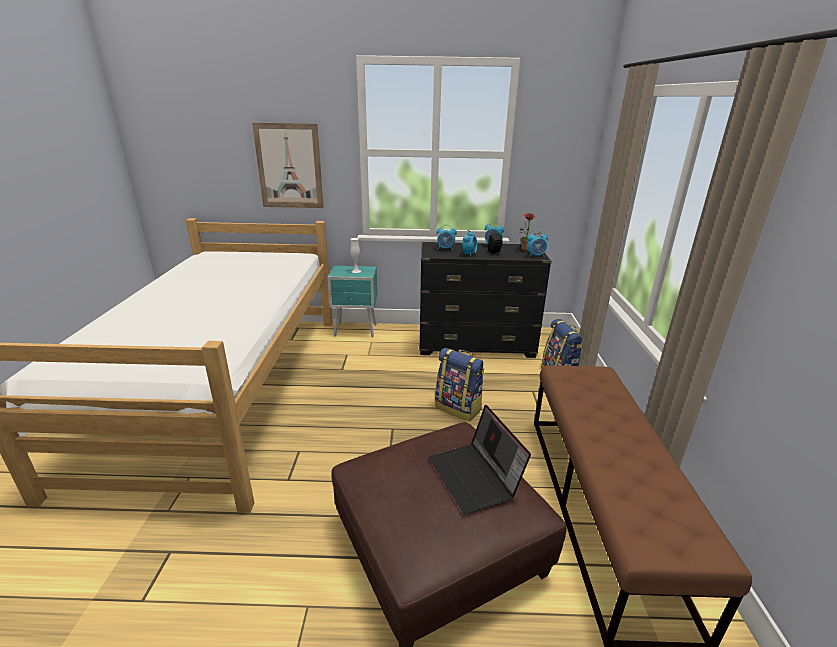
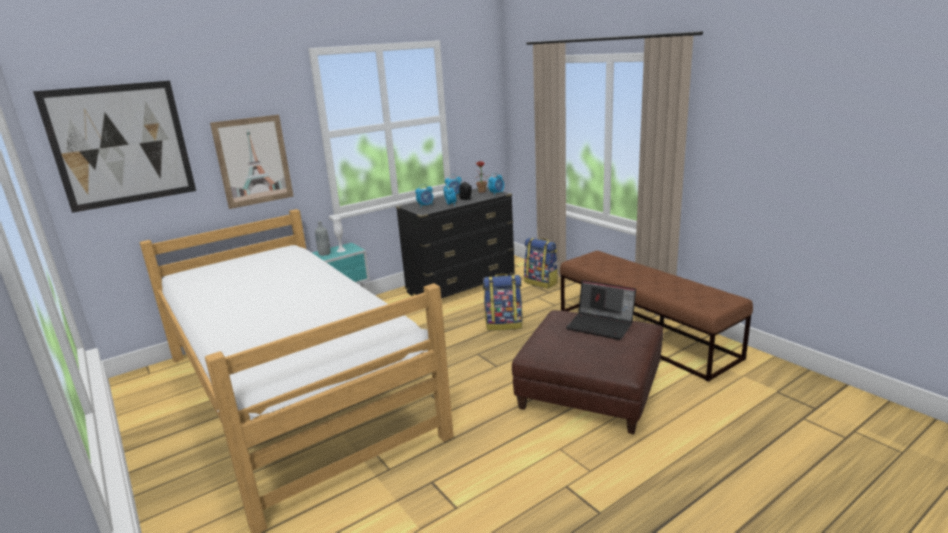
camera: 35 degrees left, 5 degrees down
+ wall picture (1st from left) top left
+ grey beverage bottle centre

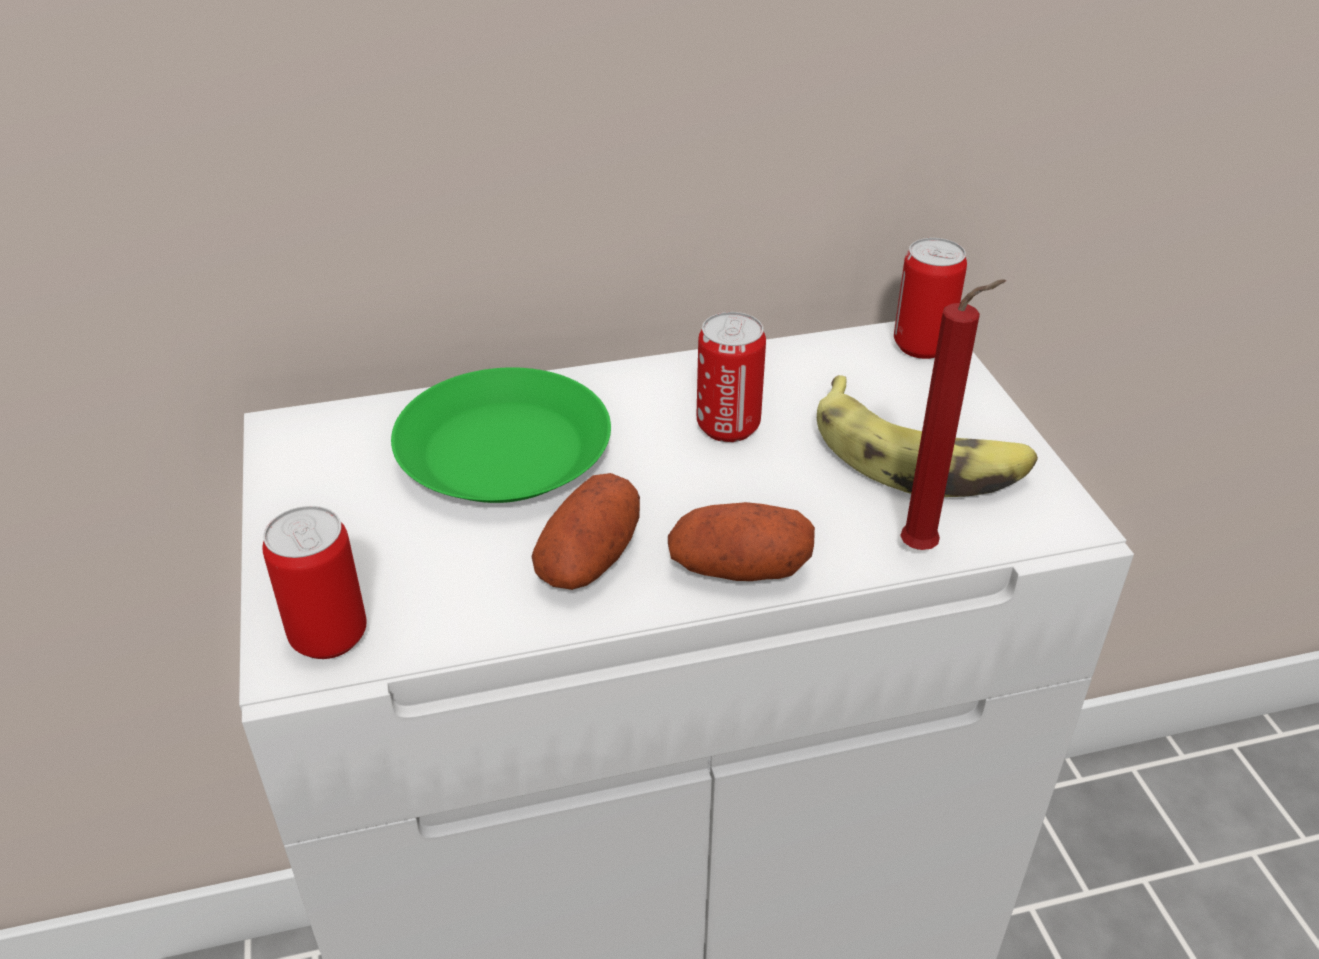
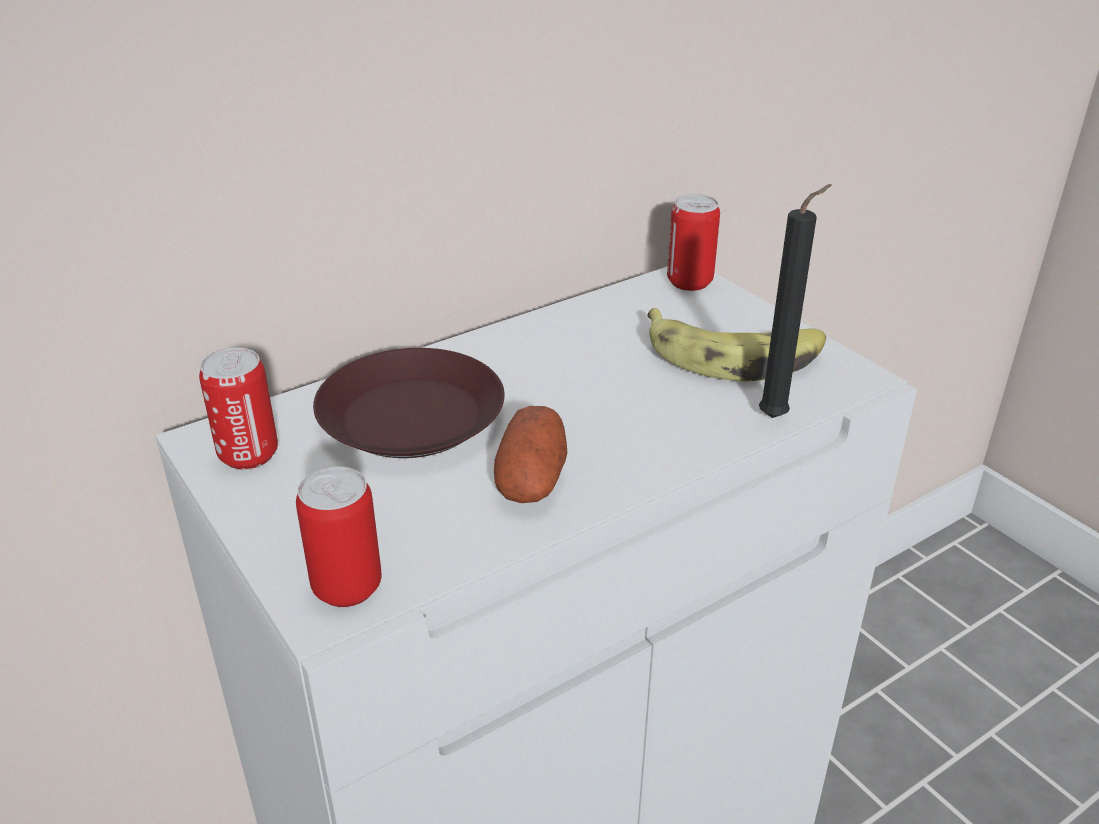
camera: 20 degrees left, 5 degrees down
- potato (2nd from left) centre
~ can (2nd from left in the first image) centre to can (1st from left) middle left
~ green-coloured plate centre to brown-coloured plate centre
~ reddish wax candle middle right to blackish wax candle middle right

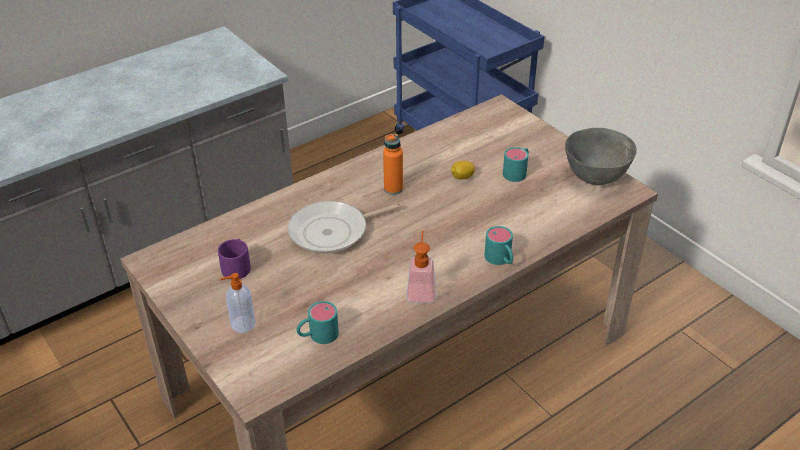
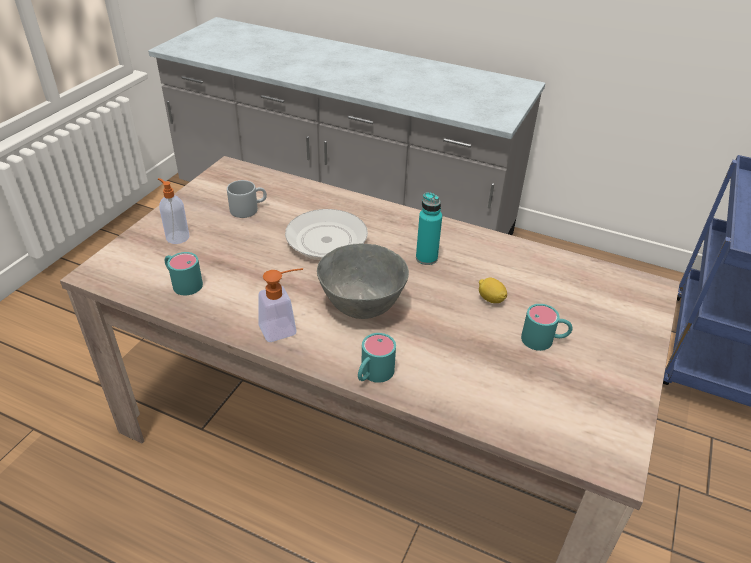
camera: 60 degrees right, 0 degrees up
~ grey serving bowl middle right to centre
~ purplish coffee mug middle left to grey coffee mug middle left
~ orange beverage bottle centre to blue-green beverage bottle centre

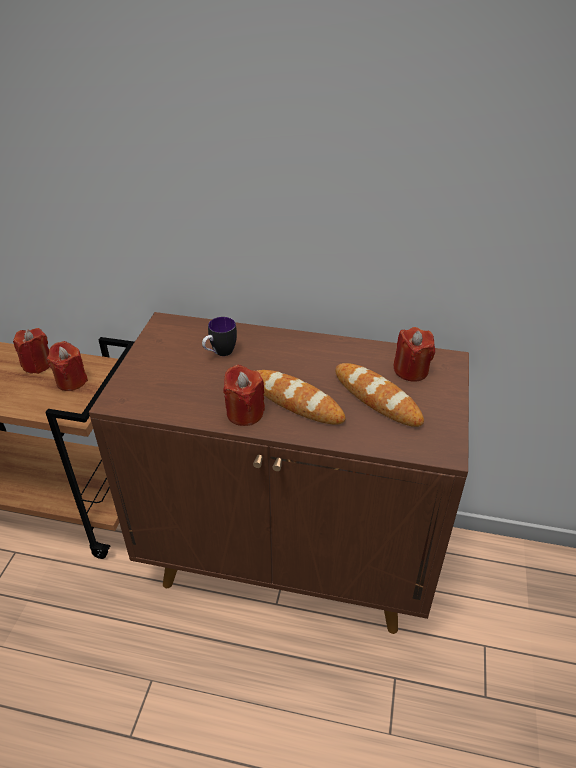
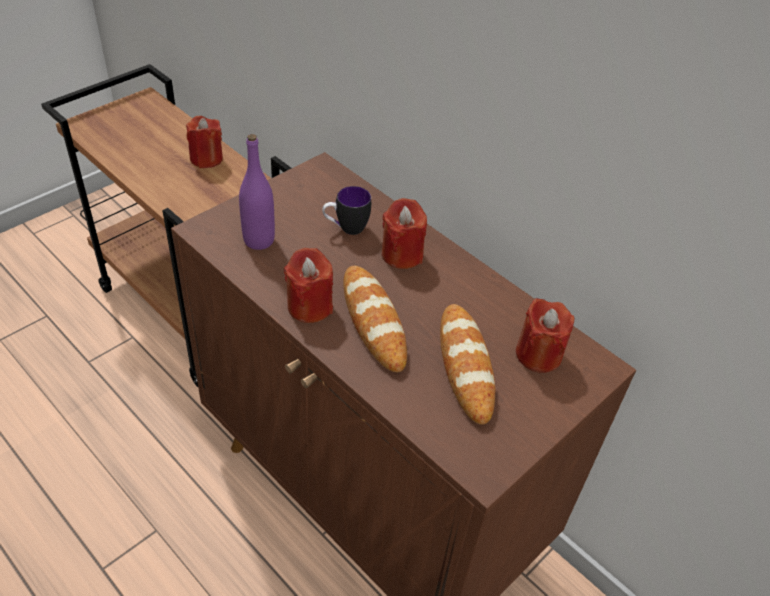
camera: 30 degrees right, 5 degrees up
+ purplish beverage bottle top centre
~ reddish wax candle (2nd from left in the first image) middle left to reddish wax candle (3rd from left) centre

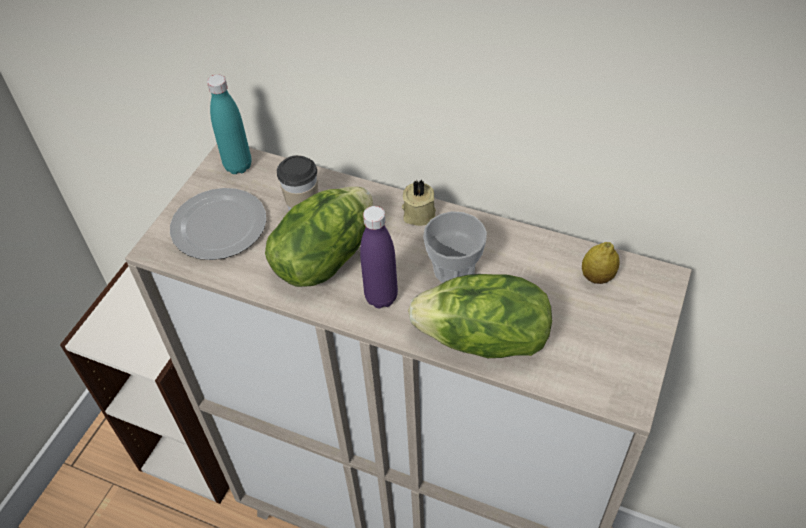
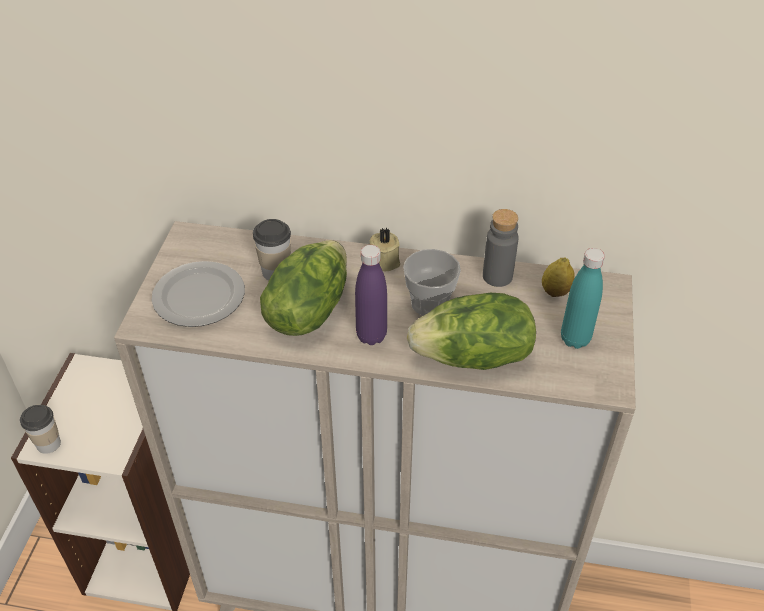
camera: 15 degrees left, 5 degrees down
+ cup (1st from left) bottom left
+ grey beverage bottle centre
~ blue-green beverage bottle top left to middle right

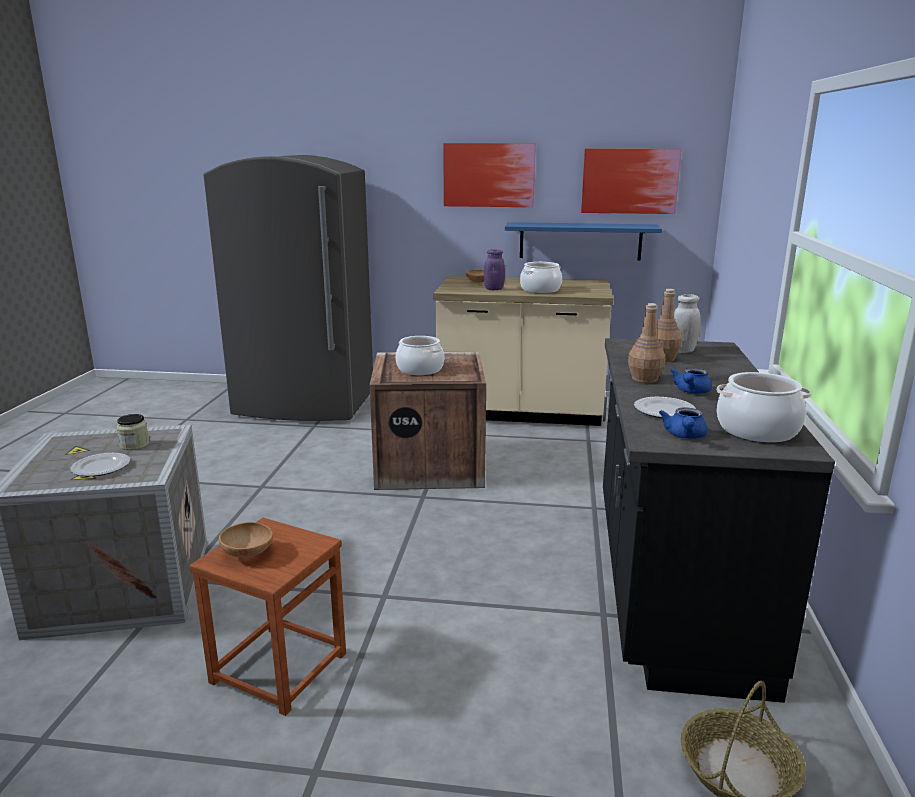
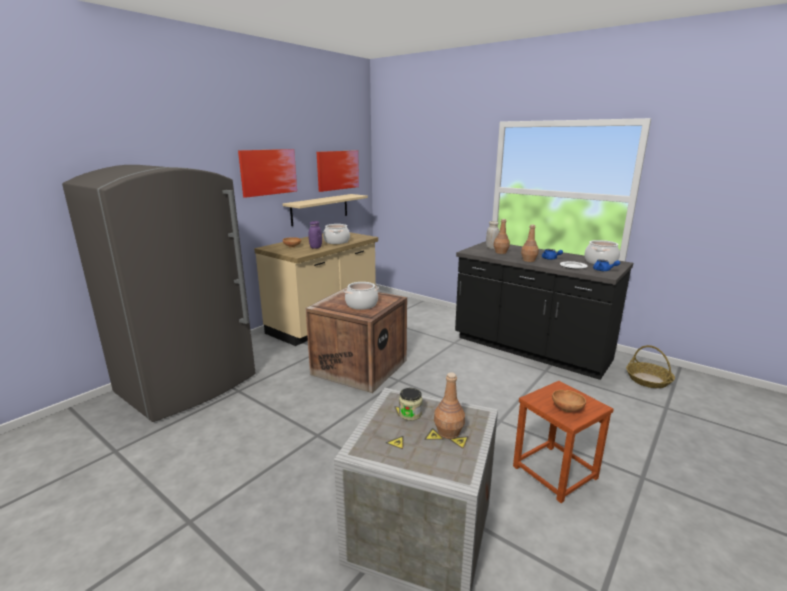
camera: 60 degrees left, 0 degrees up
~ plate (1st from left) middle left to brown-coloured beverage bottle (1st from left) bottom centre
~ bluish wall shelf top centre to beige wall shelf centre

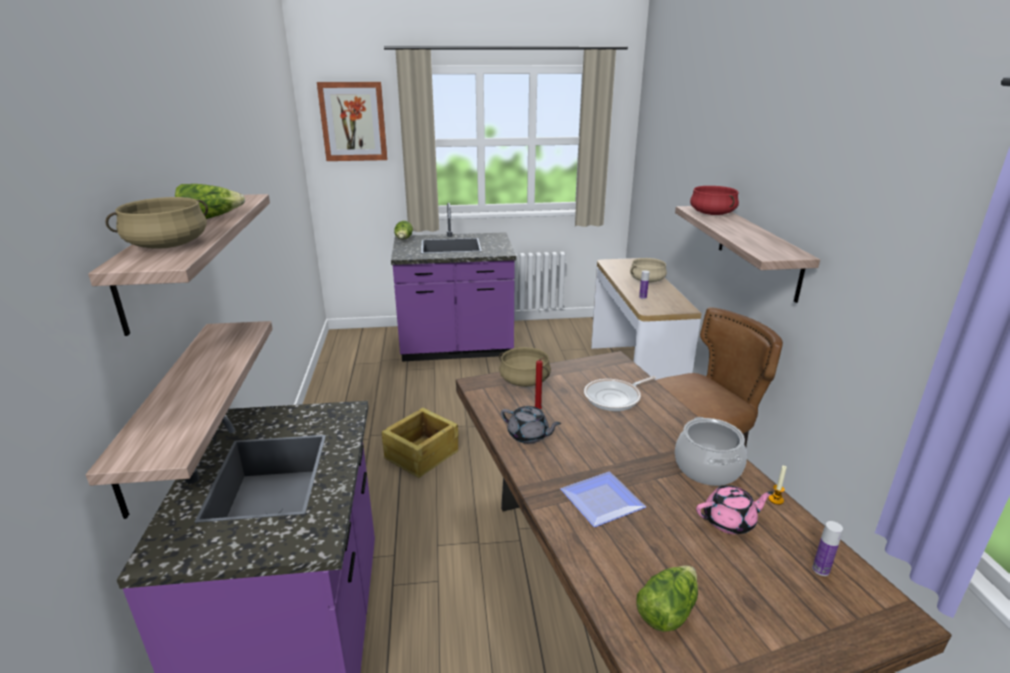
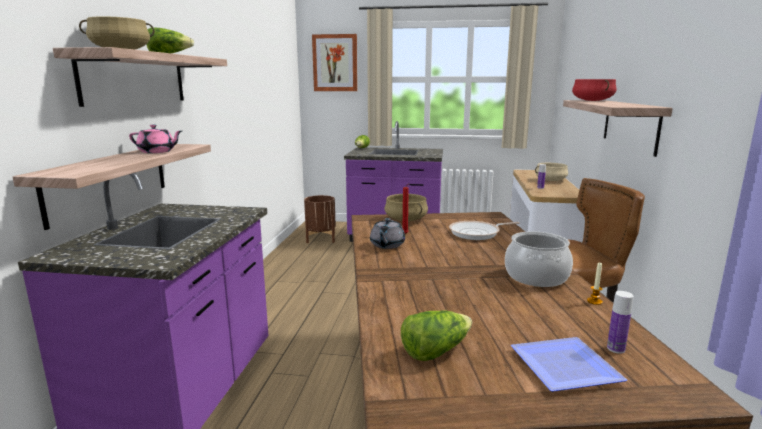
camera: 15 degrees right, 10 degrees down
- shipping crate centre
+ brown-coloured plant pot centre
~ plate bottom centre to bottom right
~ pink pot for tea bottom right to top left
~ grey pot for tea centre = centre 60 degrees clockwise

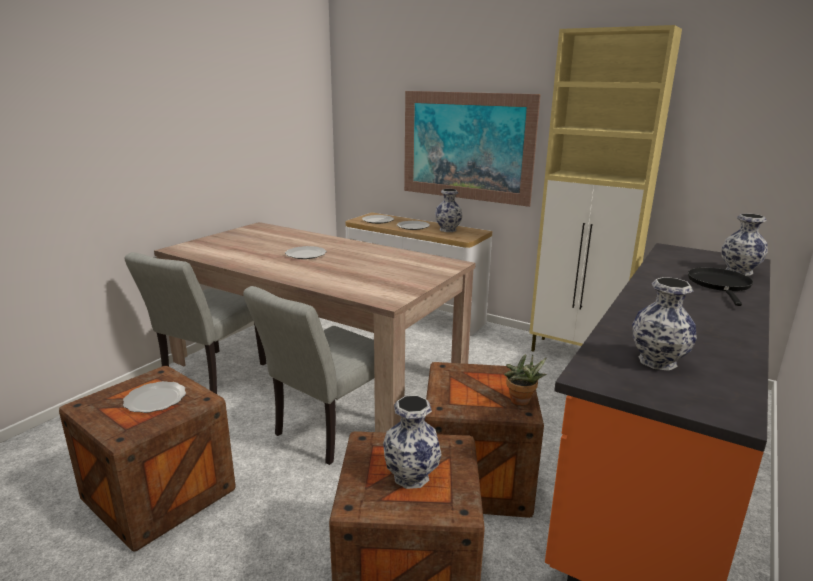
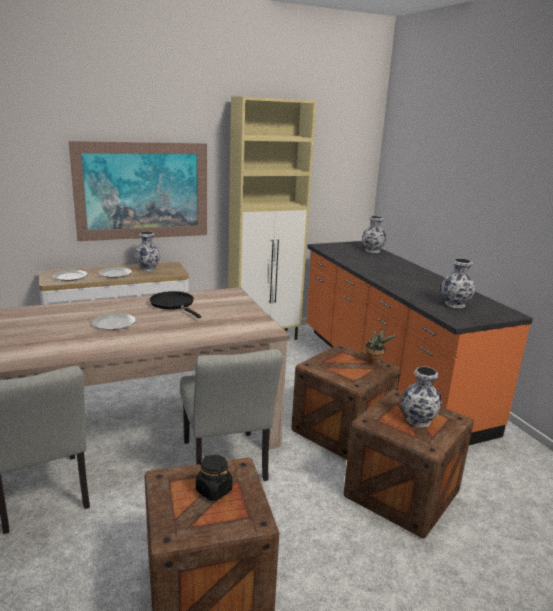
camera: 55 degrees left, 0 degrees up
~ blackish pan middle right to middle left
~ plate (1st from left) bottom left to blackish jar bottom centre

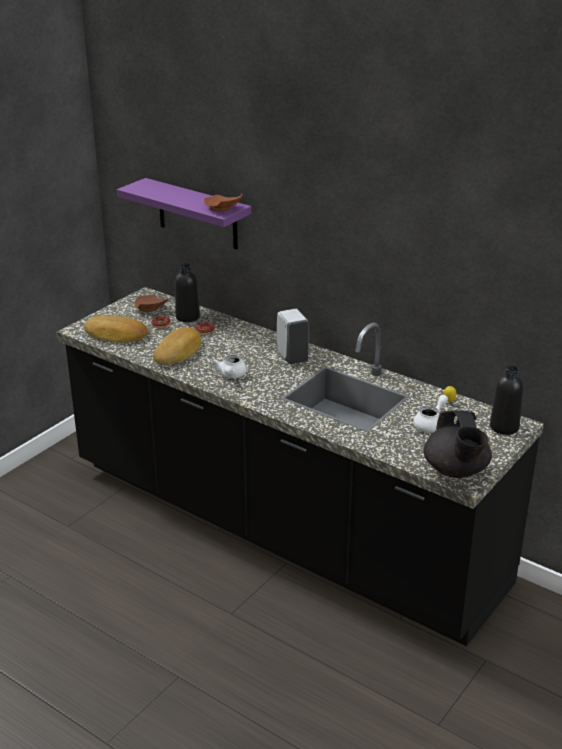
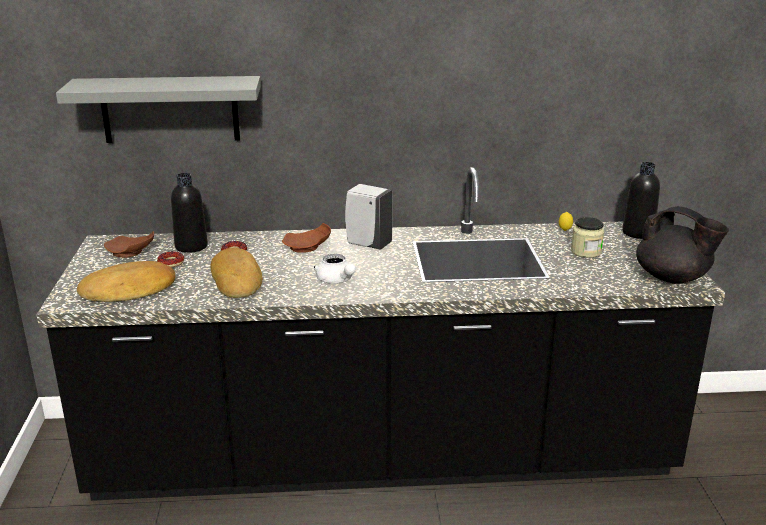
camera: 40 degrees left, 5 degrees down
~ brown-coloured plate (2nd from left) top centre to centre
~ whitish pot for tea (2nd from left) middle right to jar middle right
~ purplish wall shelf top left to grey wall shelf top left

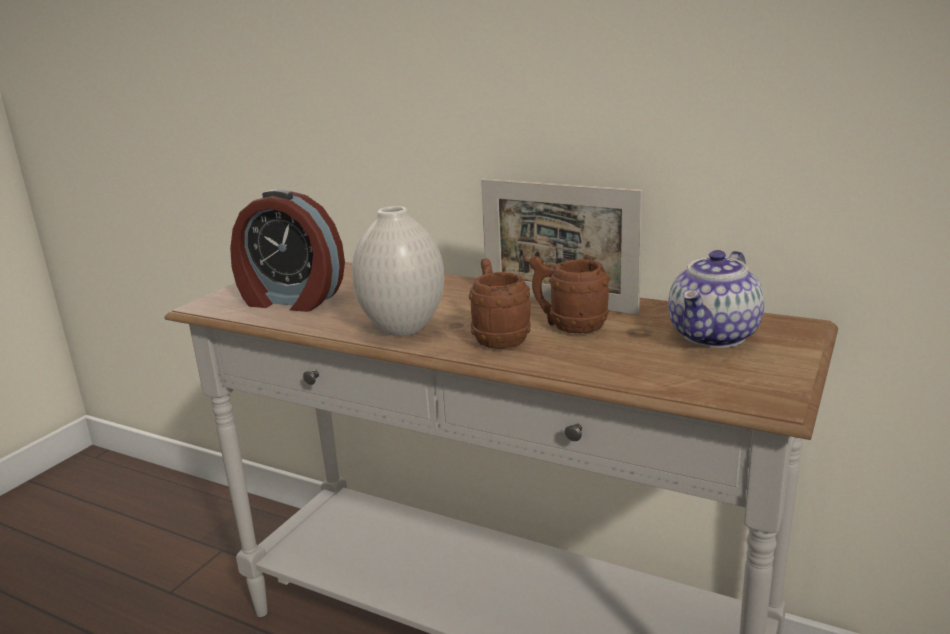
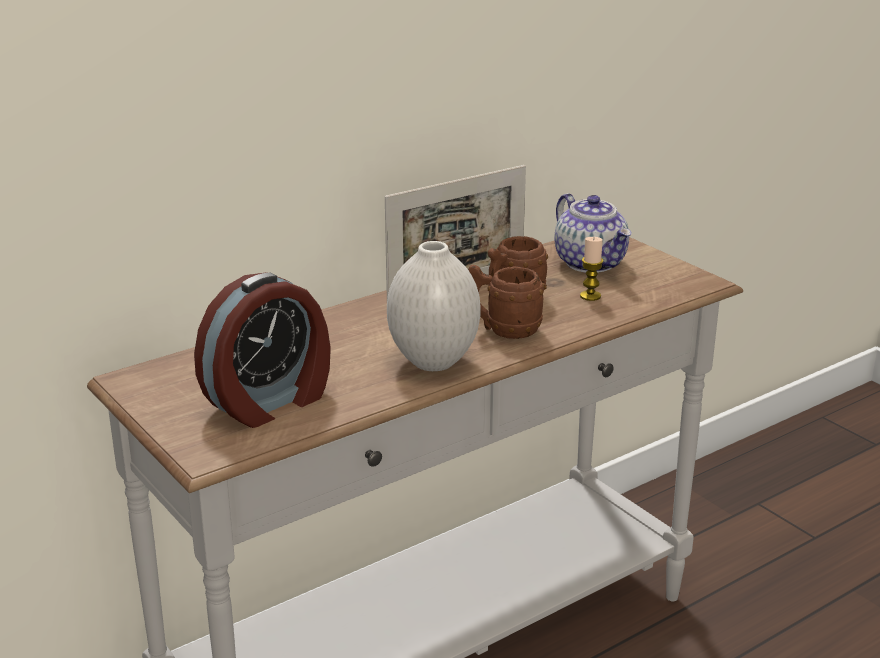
camera: 65 degrees left, 5 degrees up
+ wax candle middle right

